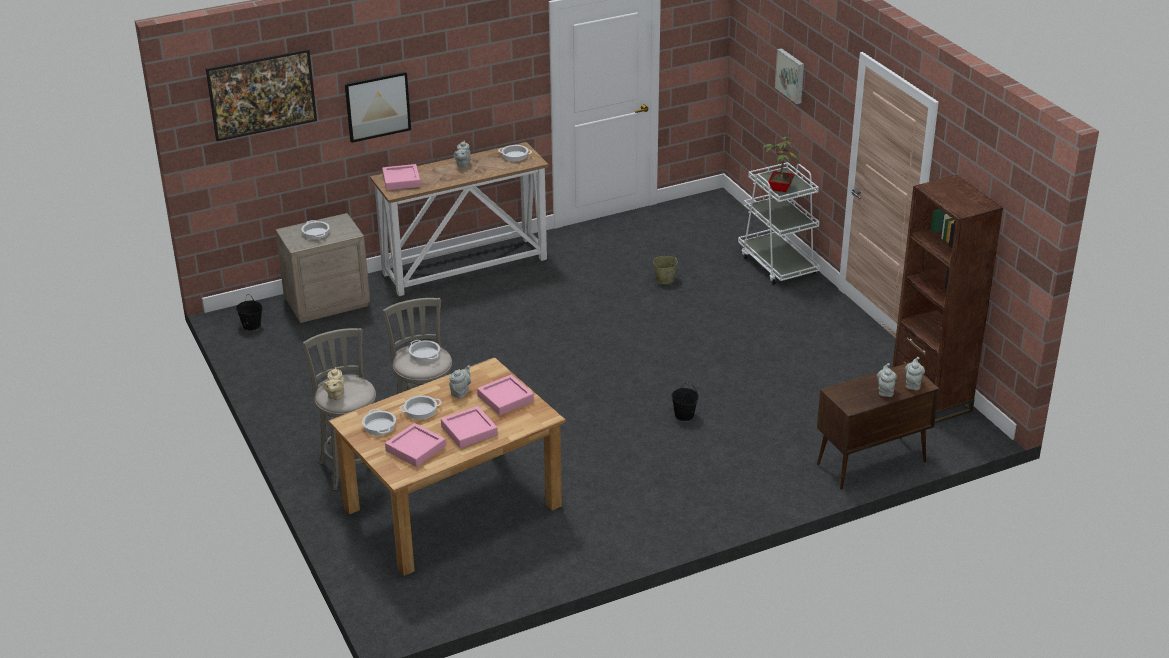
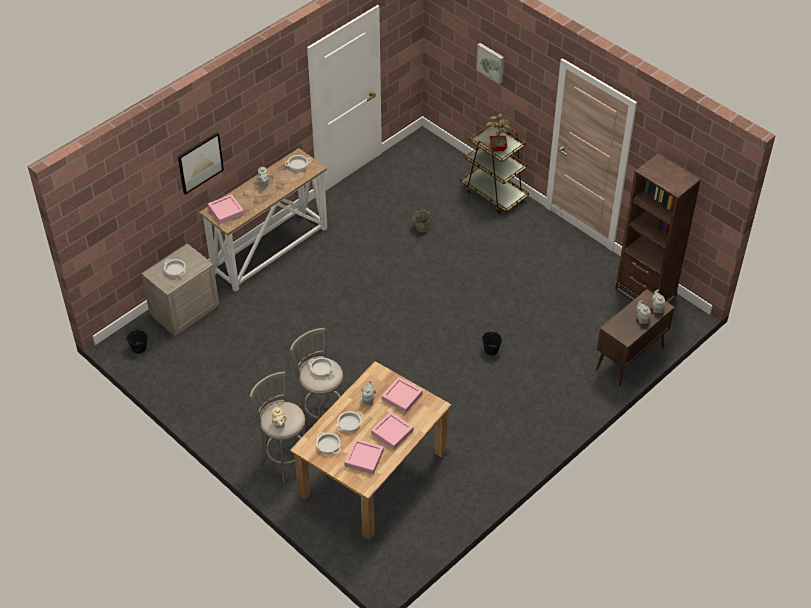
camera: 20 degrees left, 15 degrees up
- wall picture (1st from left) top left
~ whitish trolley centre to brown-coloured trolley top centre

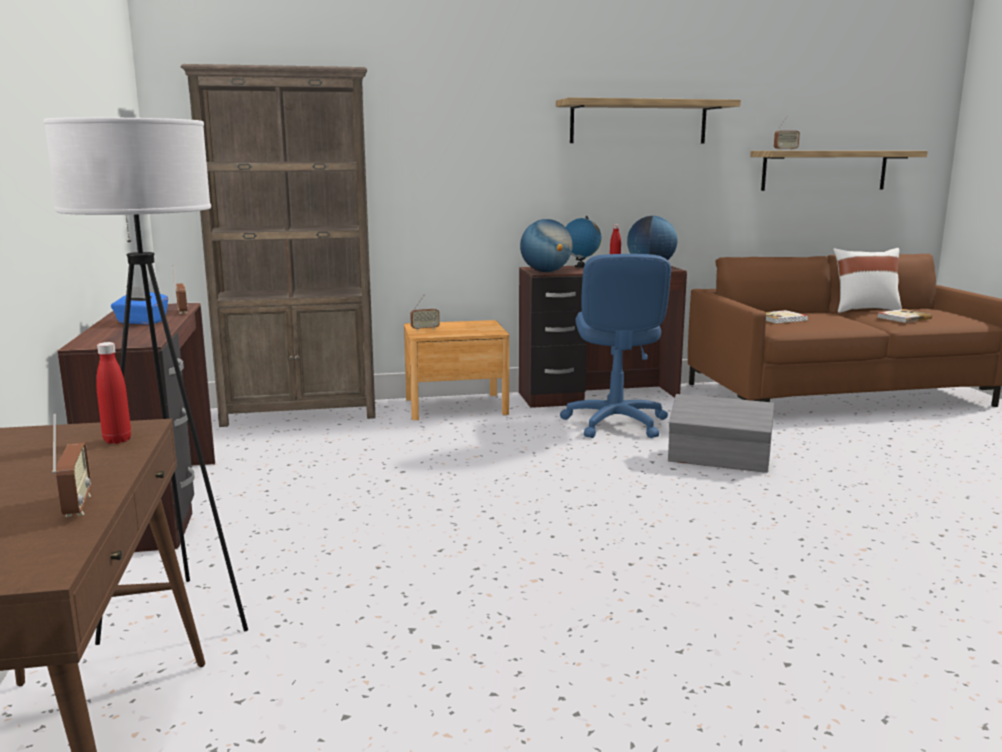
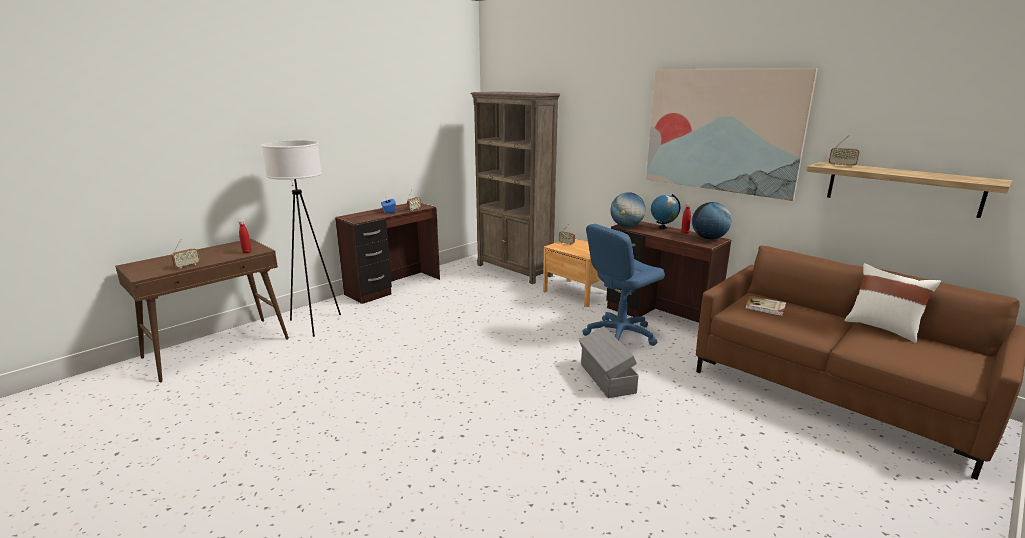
camera: 55 degrees right, 5 degrees up
- book (2nd from left) middle right
~ wall shelf (1st from left) top centre to wall picture top right

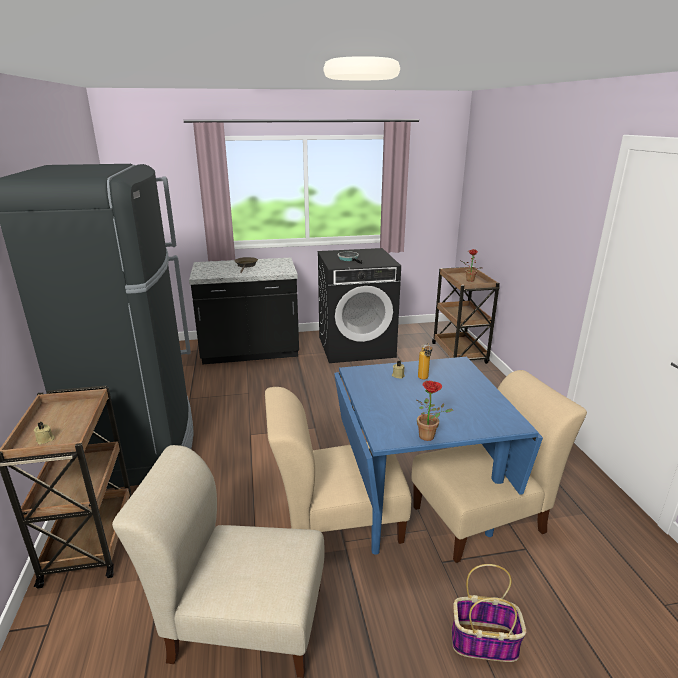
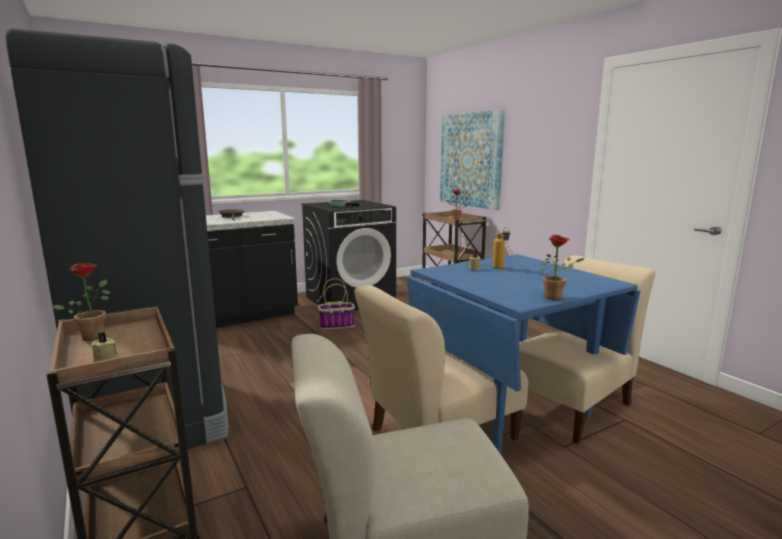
camera: 20 degrees left, 10 degrees down
+ houseplant (1st from left) middle left
+ wall picture top centre
~ household basket bottom right to centre

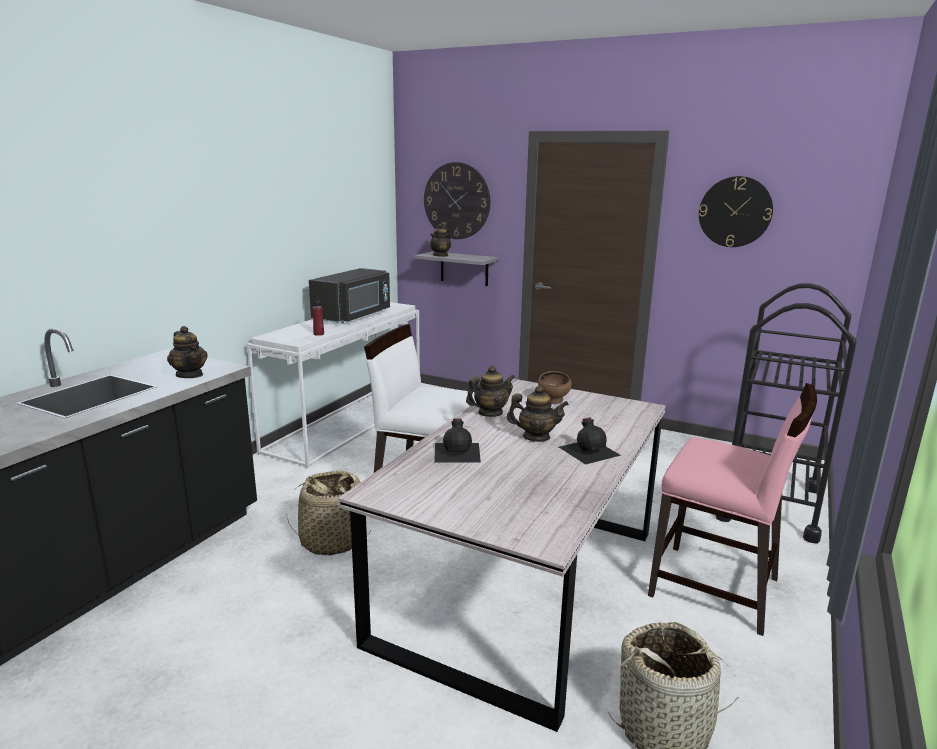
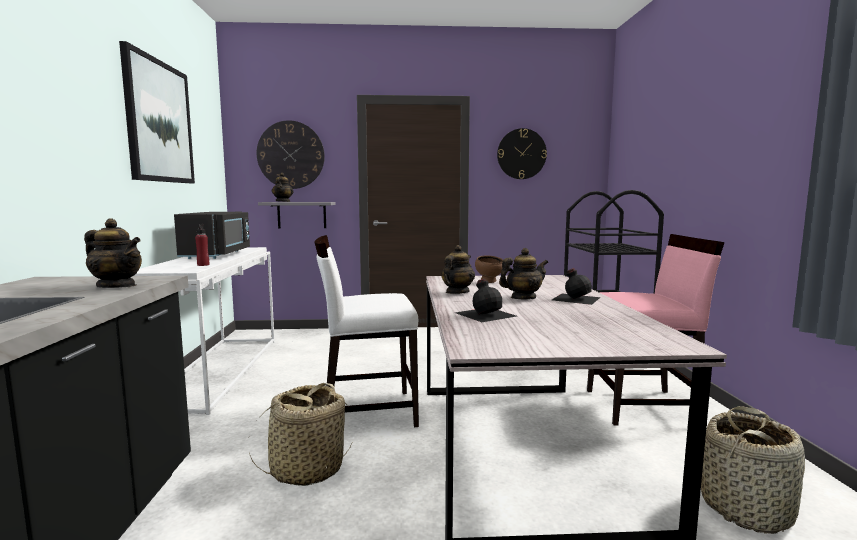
camera: 30 degrees left, 10 degrees down
+ wall picture top left

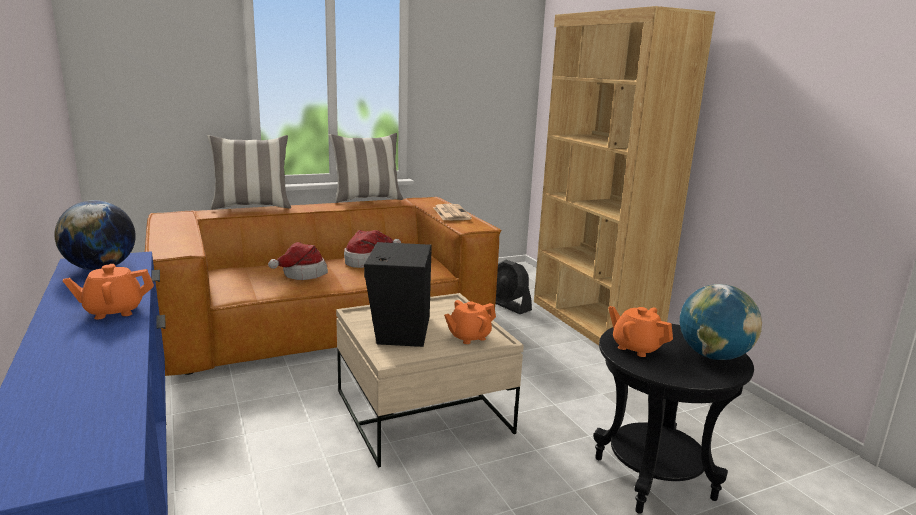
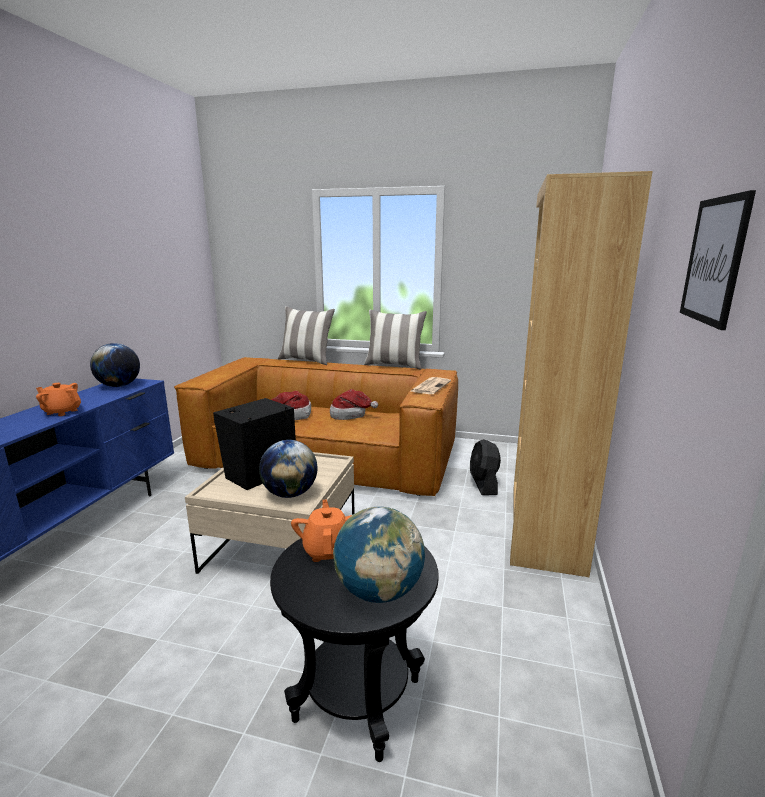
camera: 40 degrees right, 0 degrees up
+ wall picture top right
~ orange pot for tea (2nd from left) centre to desk globe (2nd from left) centre

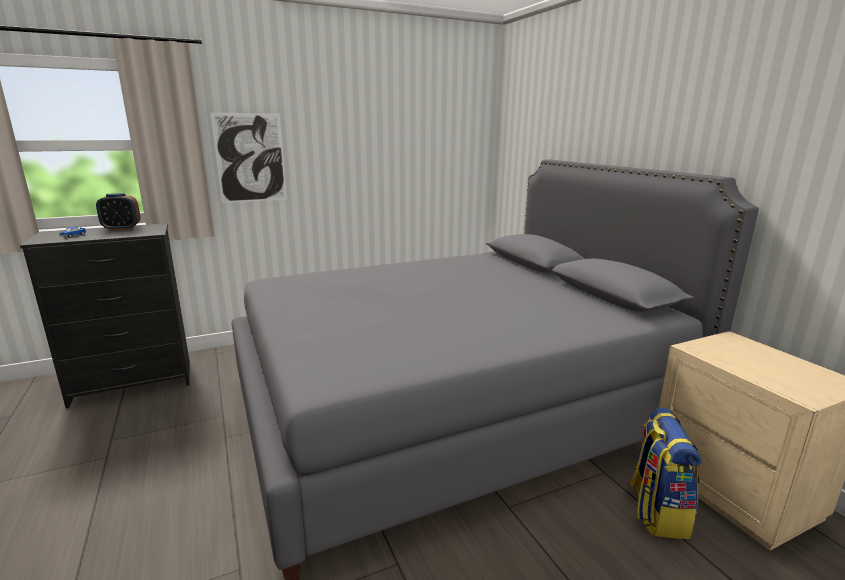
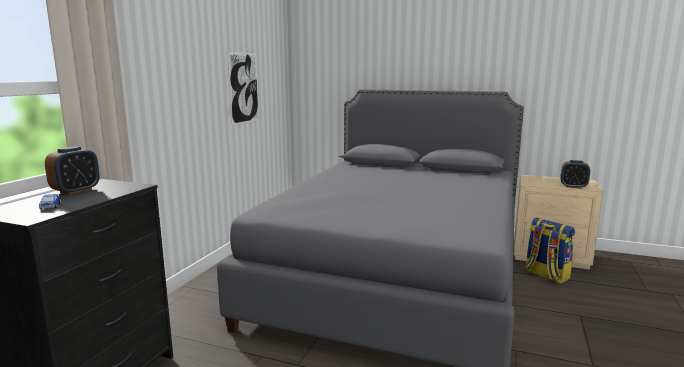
camera: 45 degrees left, 5 degrees down
+ table clock (2nd from left) middle right
~ wall picture top left to top centre

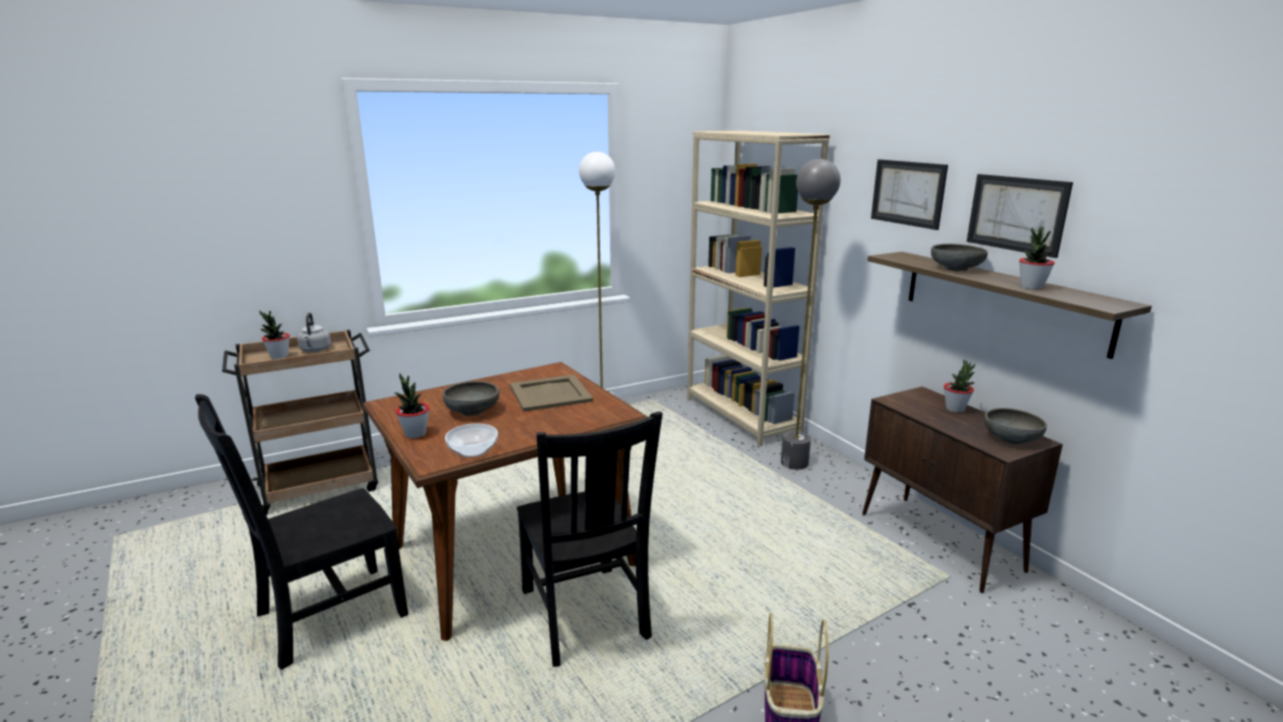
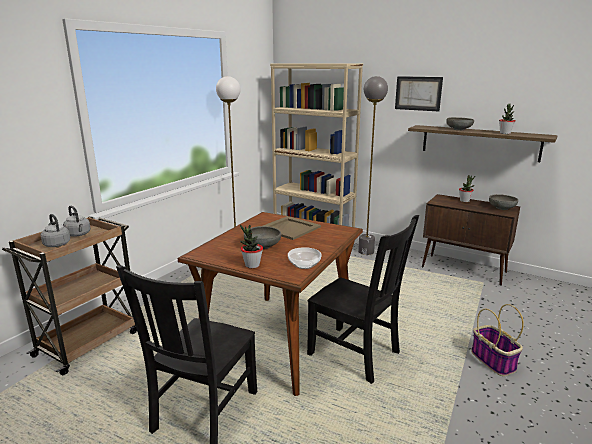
camera: 30 degrees left, 0 degrees up
- wall picture (2nd from left) top right
~ houseplant (1st from left) middle left to grey kettle (1st from left) middle left

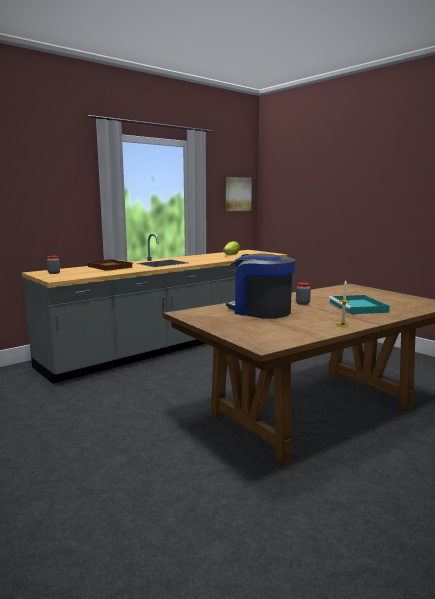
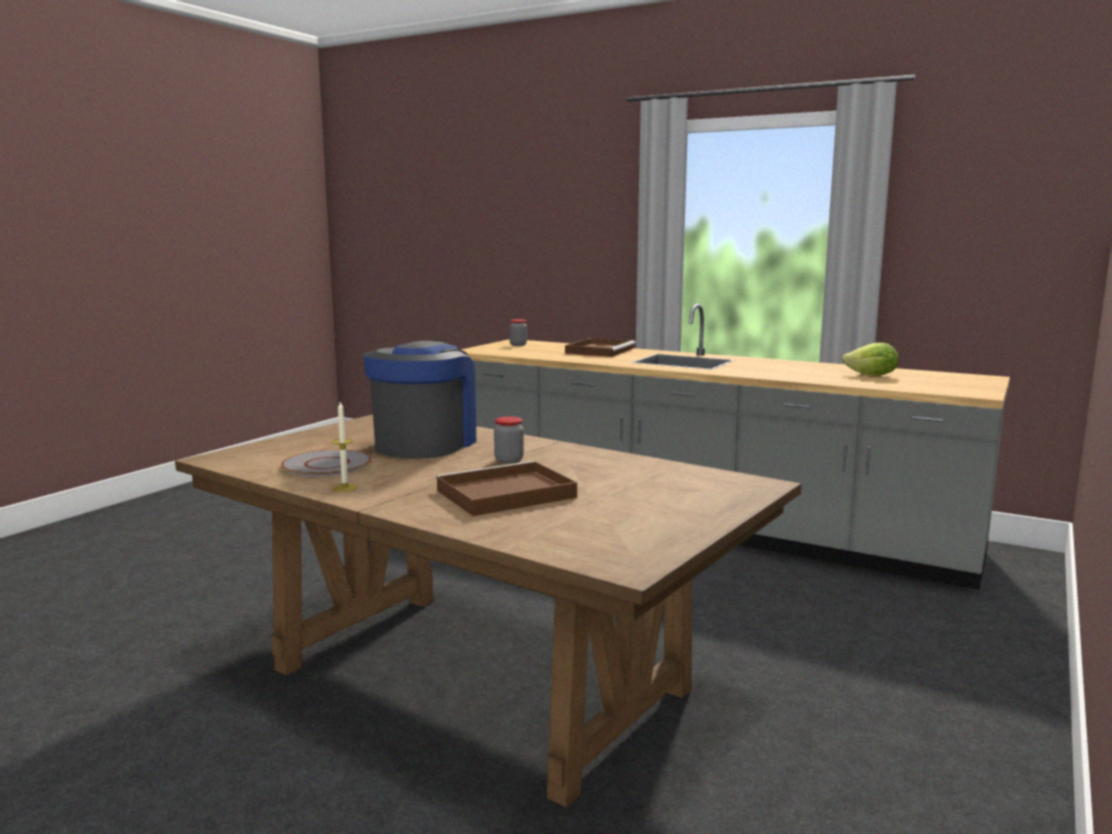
camera: 70 degrees right, 0 degrees up
- wall picture top centre
+ grey plate middle left
~ blue-green tray middle right to brown-coloured tray (1st from left) centre

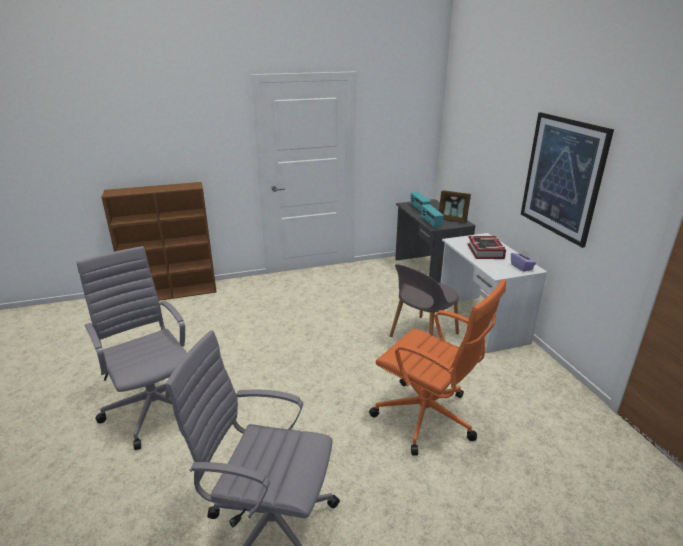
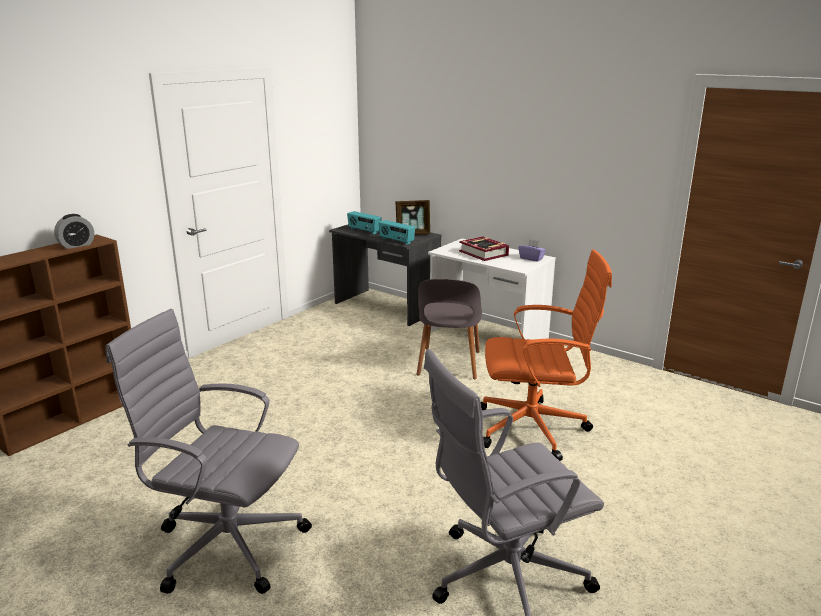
camera: 35 degrees left, 5 degrees down
- wall picture top right
+ table clock middle left

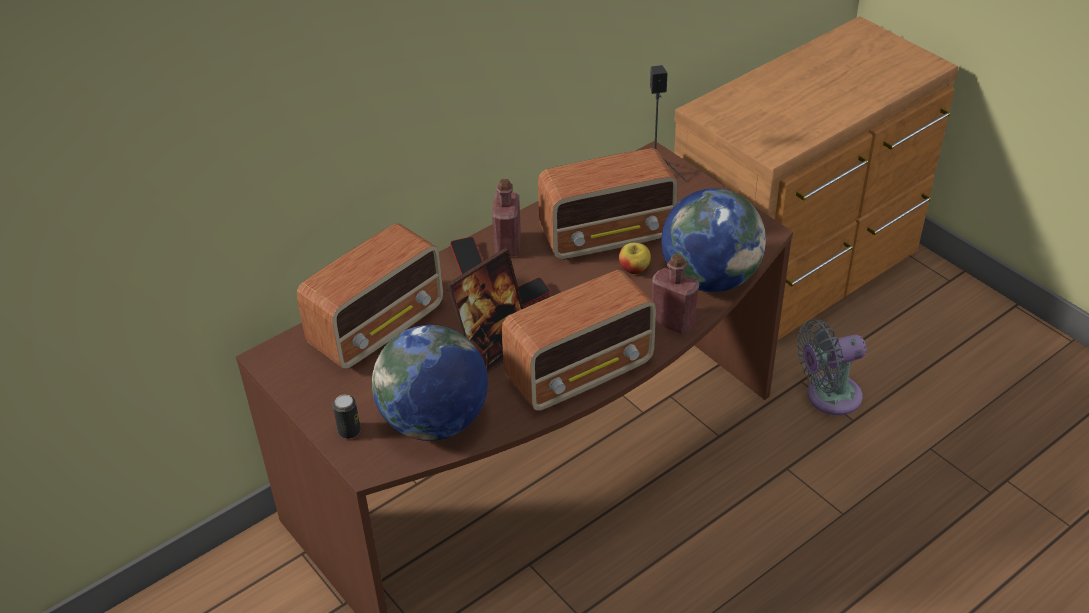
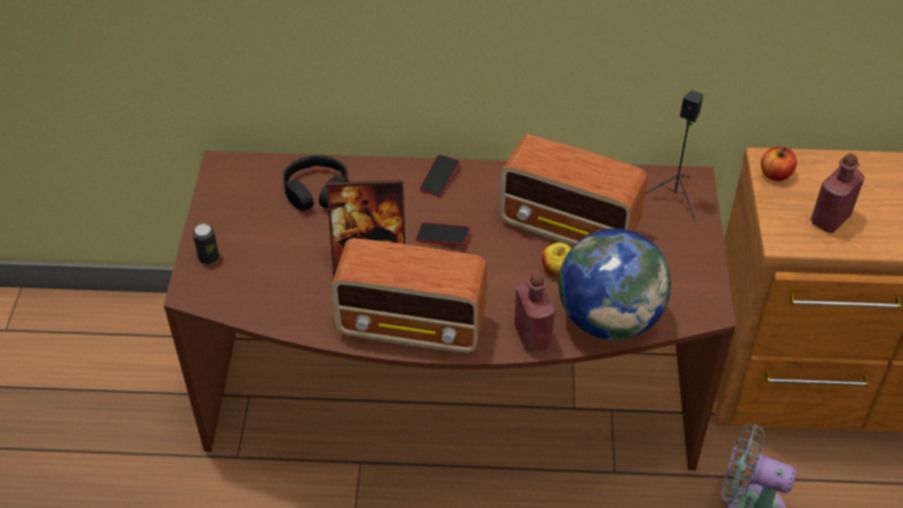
camera: 40 degrees right, 5 degrees up
- desk globe (1st from left) centre
+ whole apple (2nd from left) top right
~ reddish beverage bottle (1st from left in the first image) centre to reddish beverage bottle (2nd from left) middle right
~ radio (1st from left) centre to blackish headphones centre

